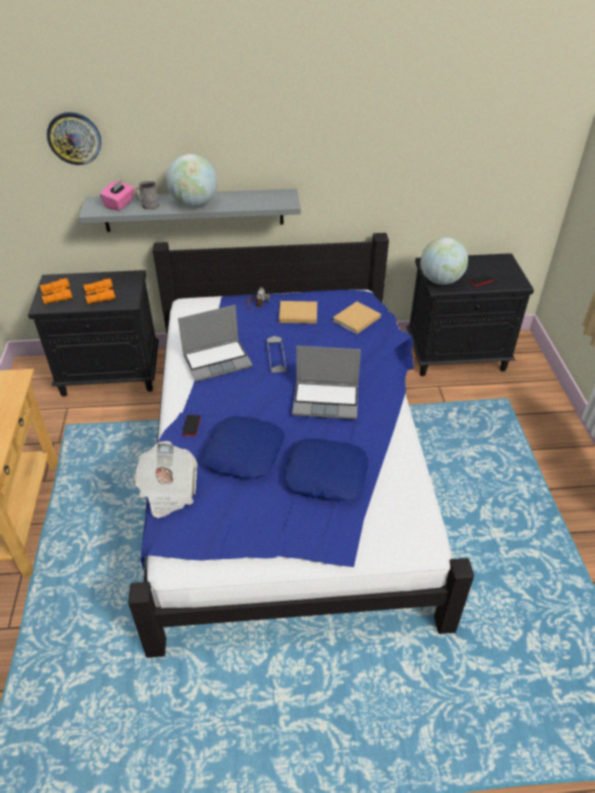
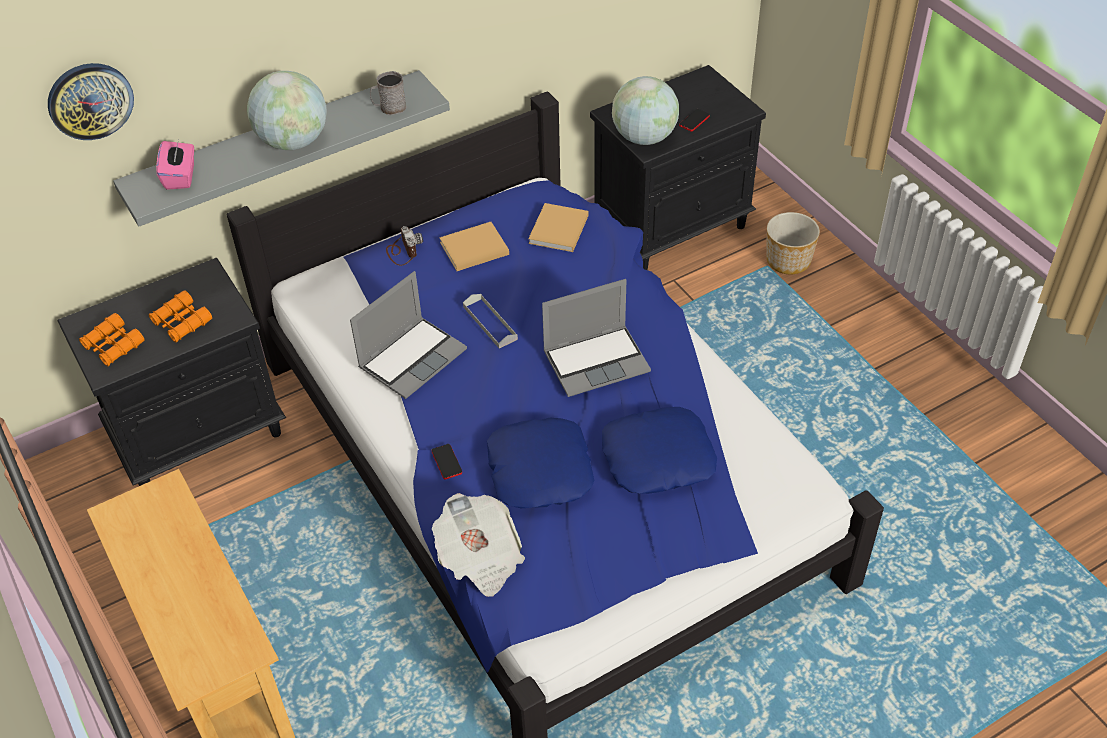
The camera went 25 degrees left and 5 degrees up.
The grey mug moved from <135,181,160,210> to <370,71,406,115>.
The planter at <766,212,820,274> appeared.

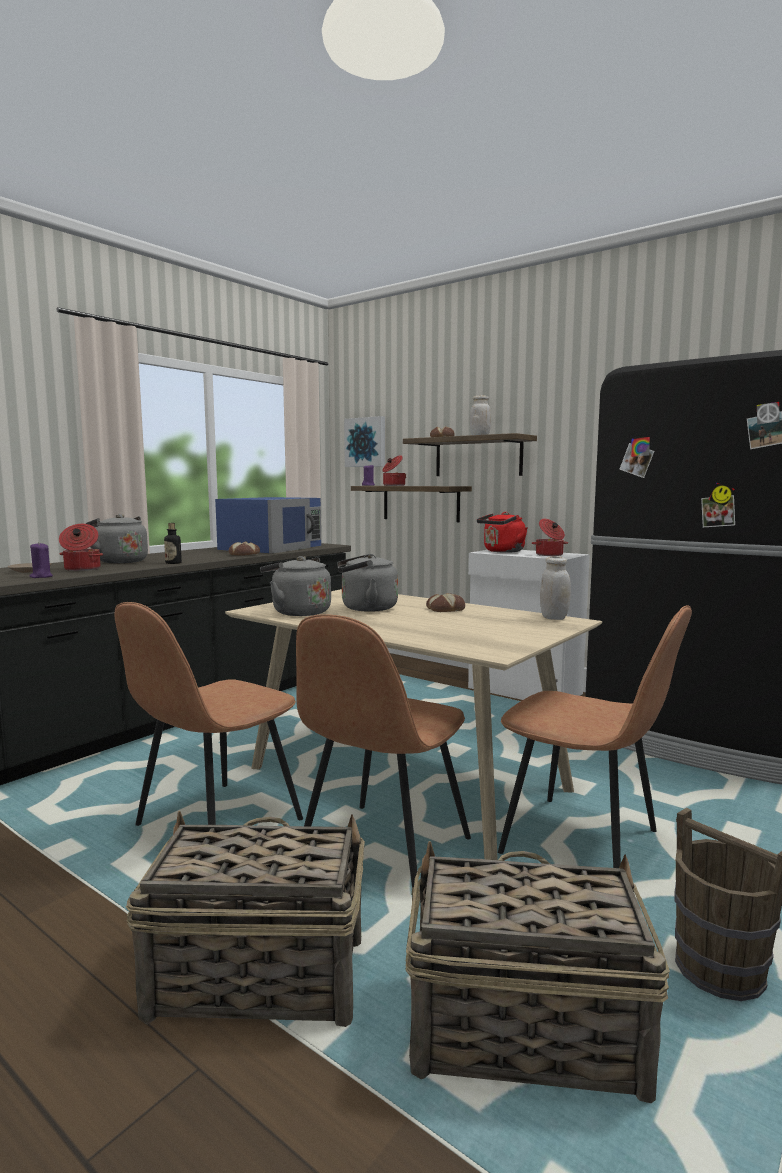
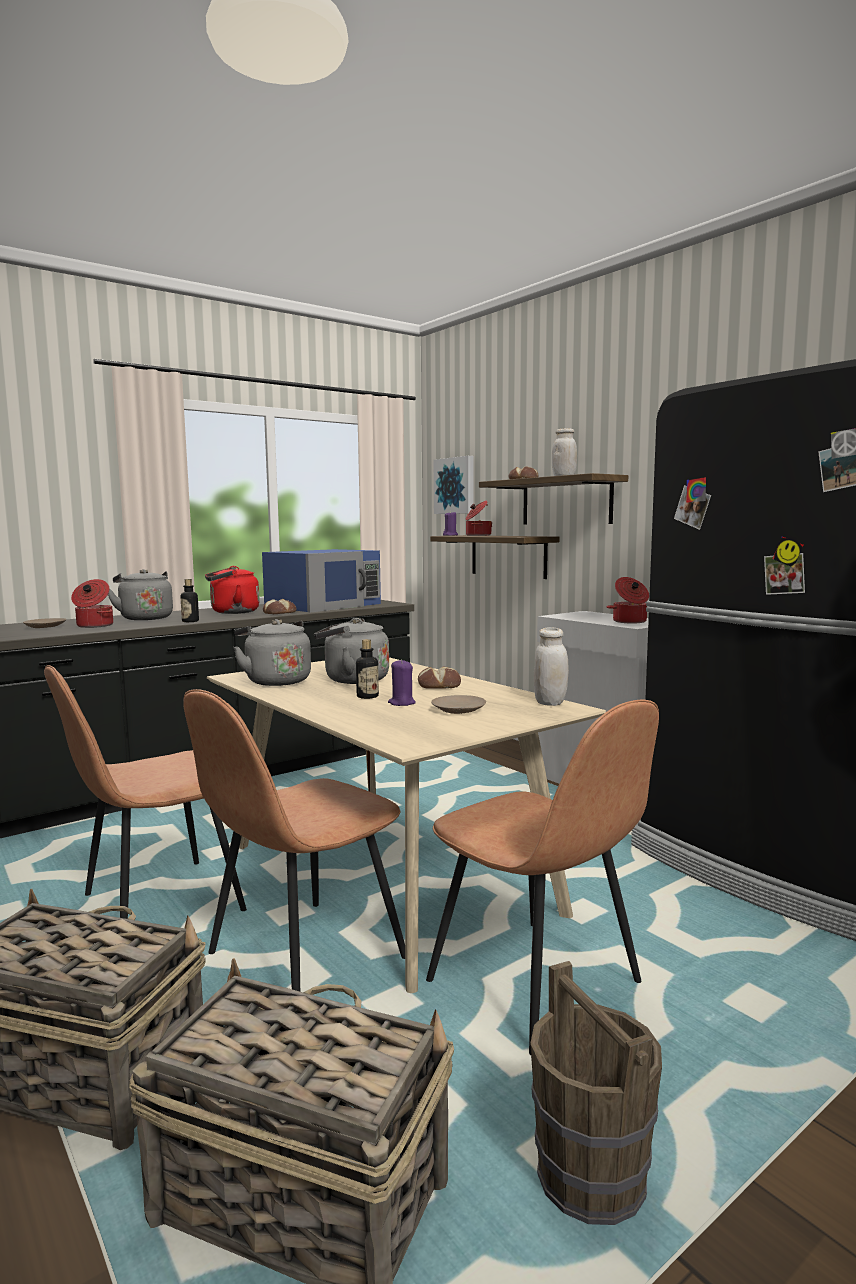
The camera went 15 degrees right and 0 degrees up.
The red kettle moved from <477,512,527,553> to <205,566,260,614>.
The bottle at <356,639,379,699> appeared.
The purple candle moved from <29,542,53,578> to <388,659,416,706>.
The beige plate at <431,695,486,714> appeared.

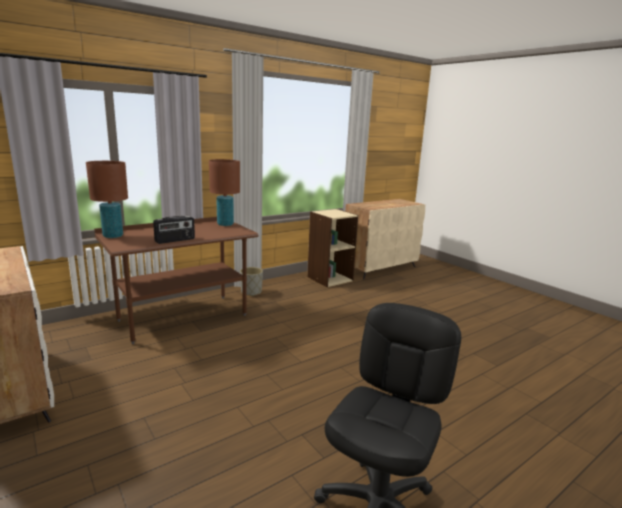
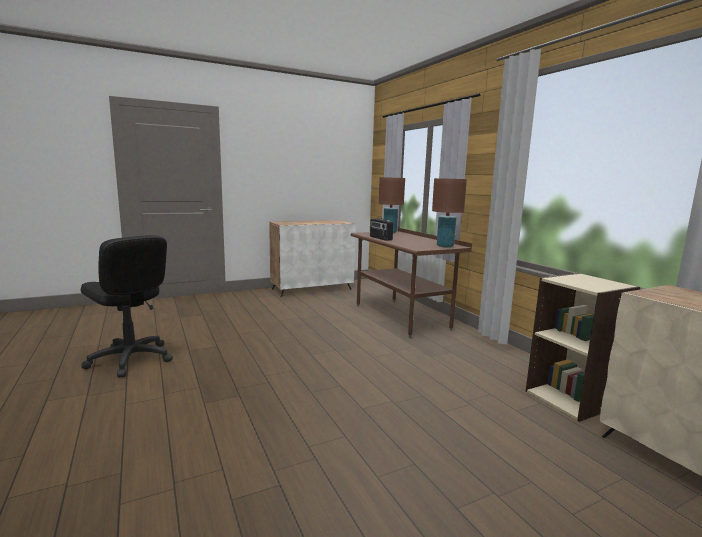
The camera went 100 degrees right and 5 degrees down.
The grey planter at <240,267,263,296> disappeared.

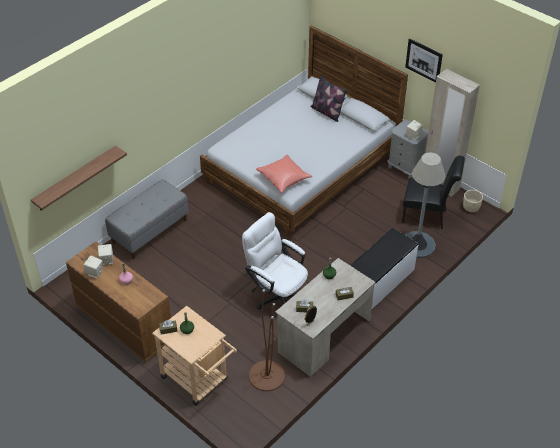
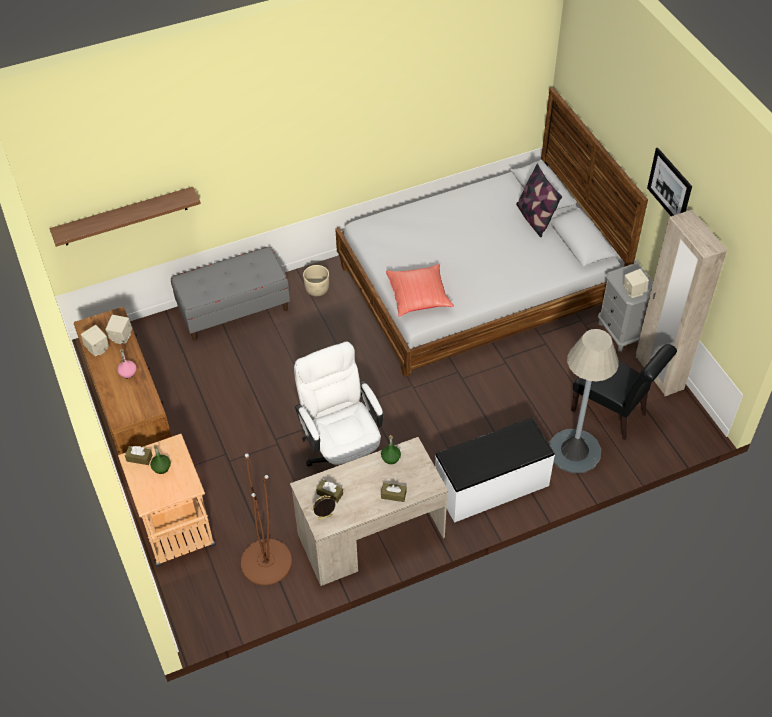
The camera went 25 degrees right and 5 degrees up.
The beige planter moved from <463,190,483,212> to <303,265,329,296>.

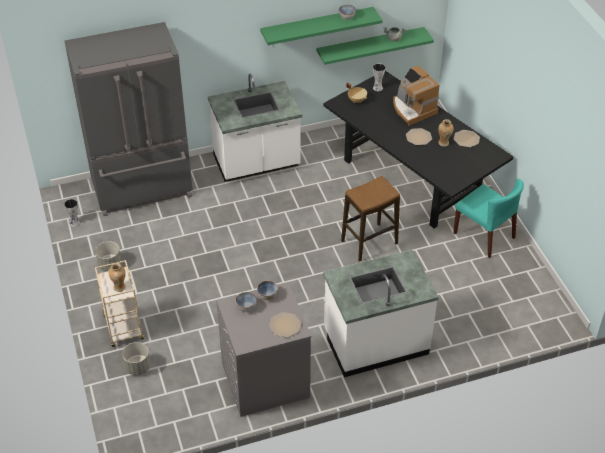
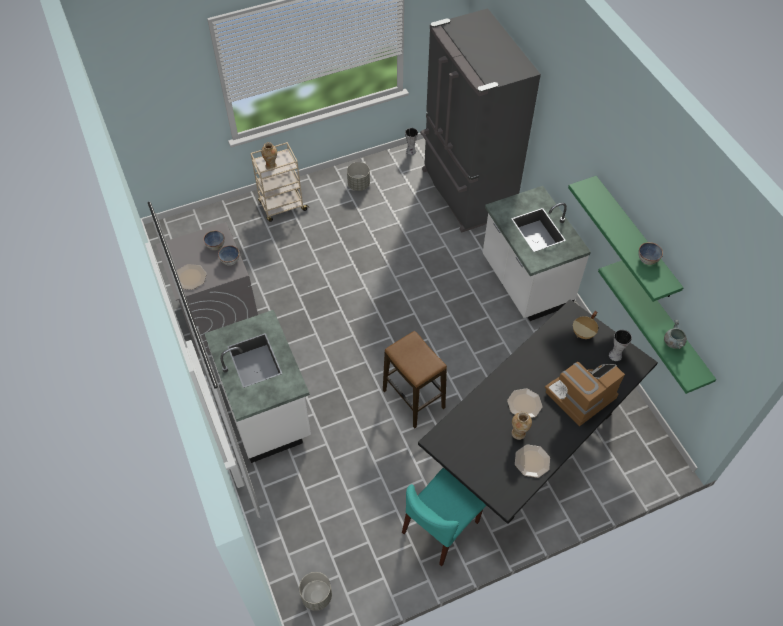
The camera went 85 degrees right and 10 degrees up.
The grey planter moved from <122,342,151,375> to <299,572,332,611>.

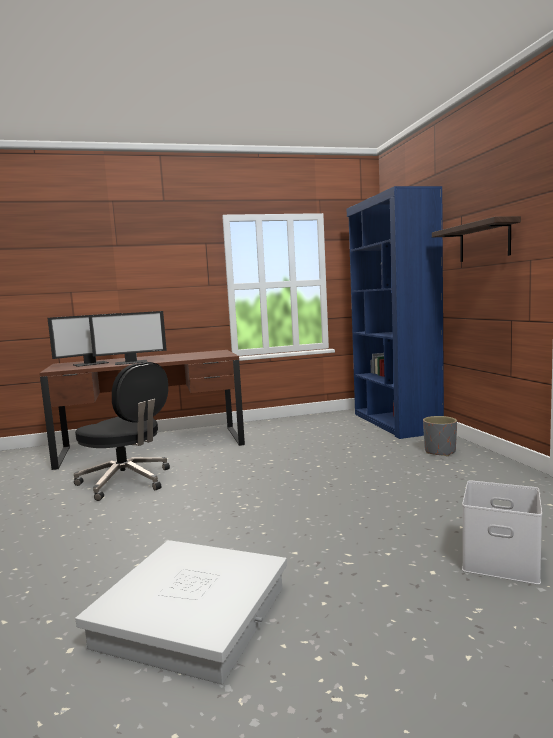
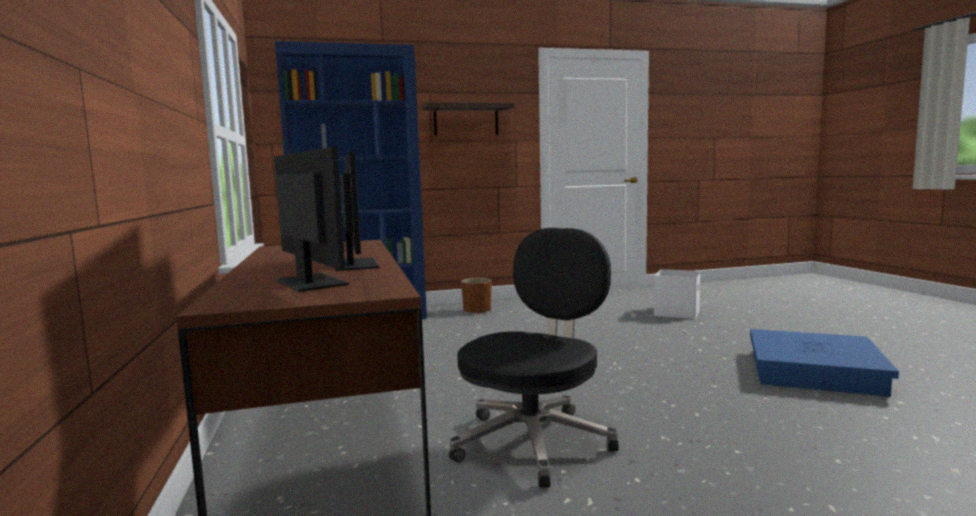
The camera went 90 degrees left and 0 degrees up.
The grey planter at <423,416,457,456> became the brown planter at <461,278,491,314>.
The white storage box at <75,540,287,684> became the blue storage box at <750,329,899,397>.

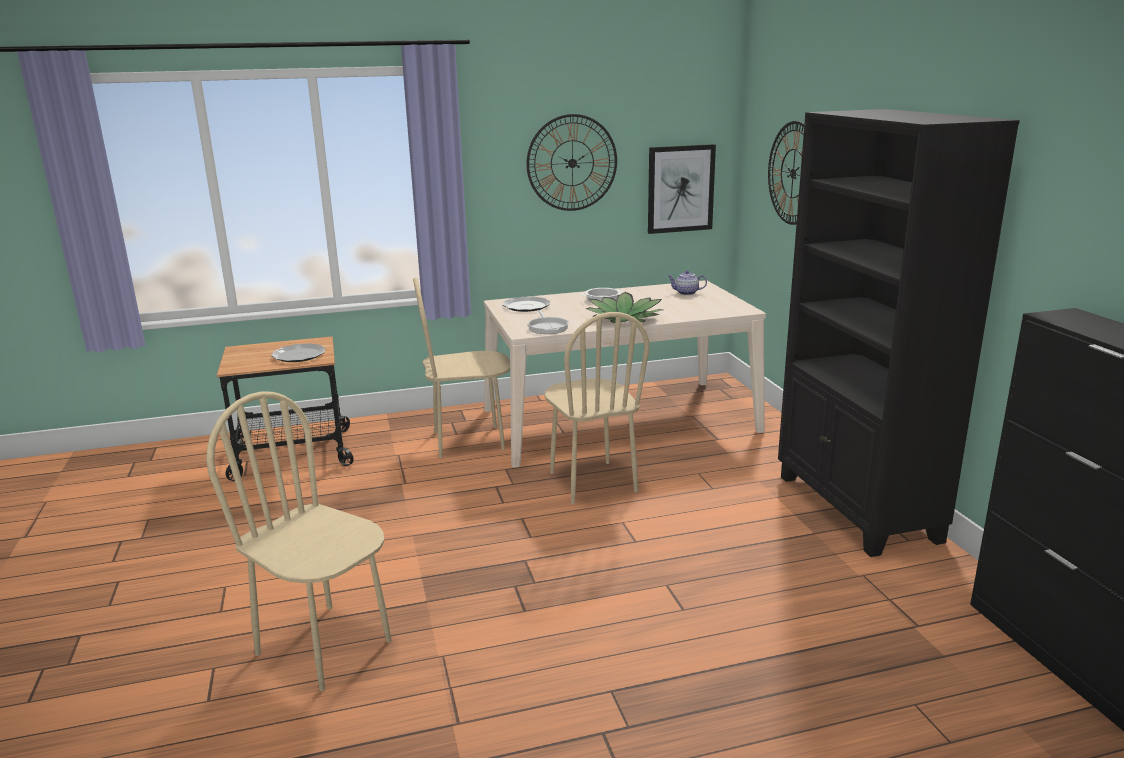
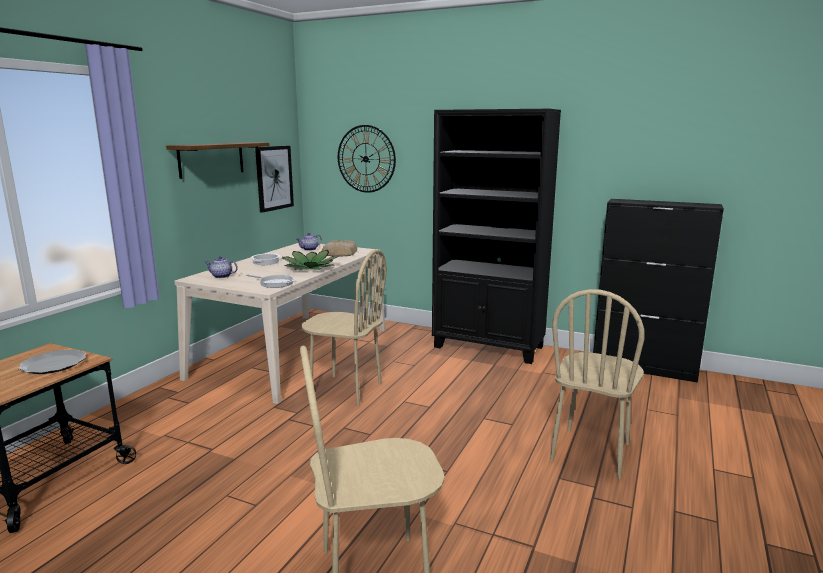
The camera went 50 degrees left and 5 degrees down.
The wall clock at <526,114,617,211> was replaced by the shelf at <166,142,269,179>.
The plate at <502,297,551,312> was replaced by the teapot at <204,256,238,278>.
The bread at <322,240,357,257> appeared.
The beige chair moved from <413,278,510,458> to <550,289,645,479>.

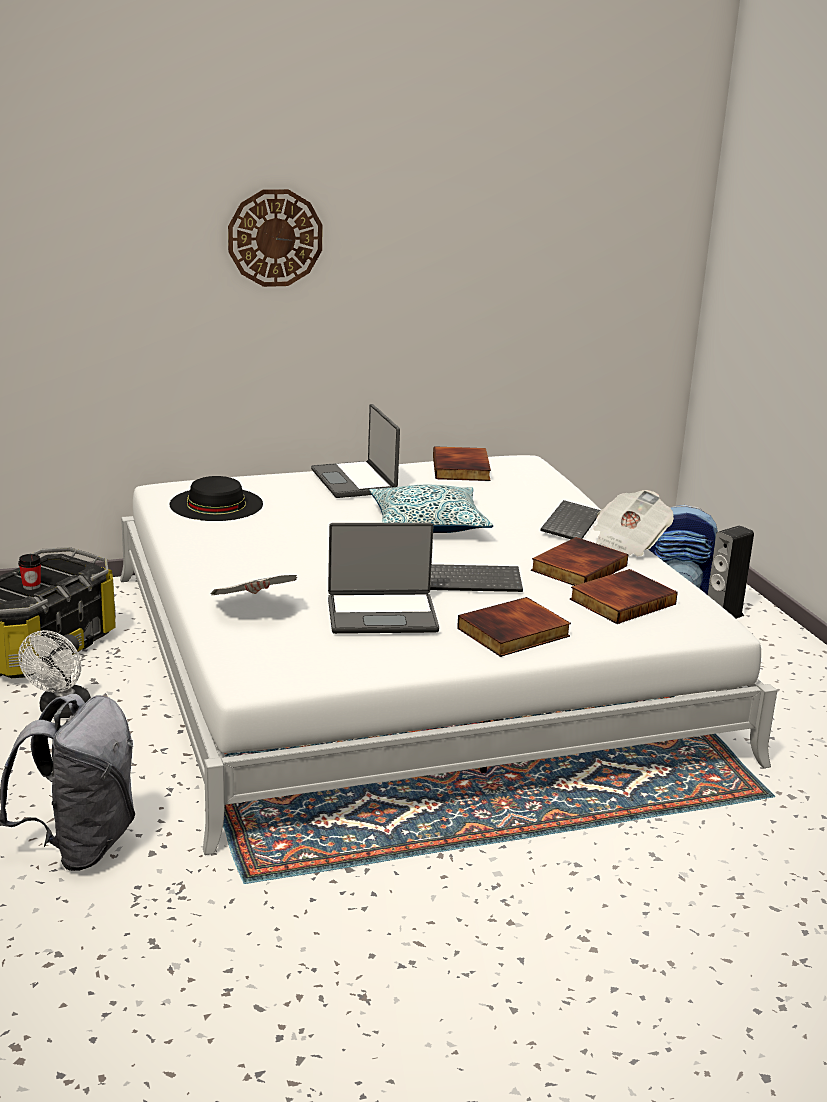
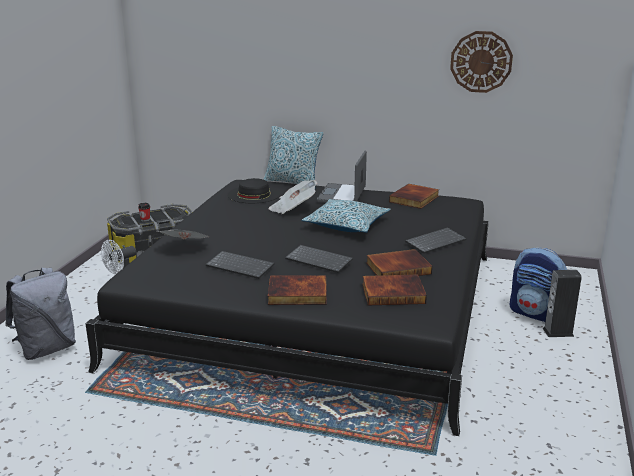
The camera went 35 degrees right and 0 degrees up.
The white bed at <120,455,777,855> became the black bed at <85,180,489,436>.
The laptop at <328,523,439,634> was replaced by the keyboard at <206,251,275,279>.
The pillow at <264,126,323,184> appeared.
The newspaper moved from <593,490,674,556> to <269,180,317,214>.
The wall clock moved from <228,189,323,287> to <450,31,513,93>.

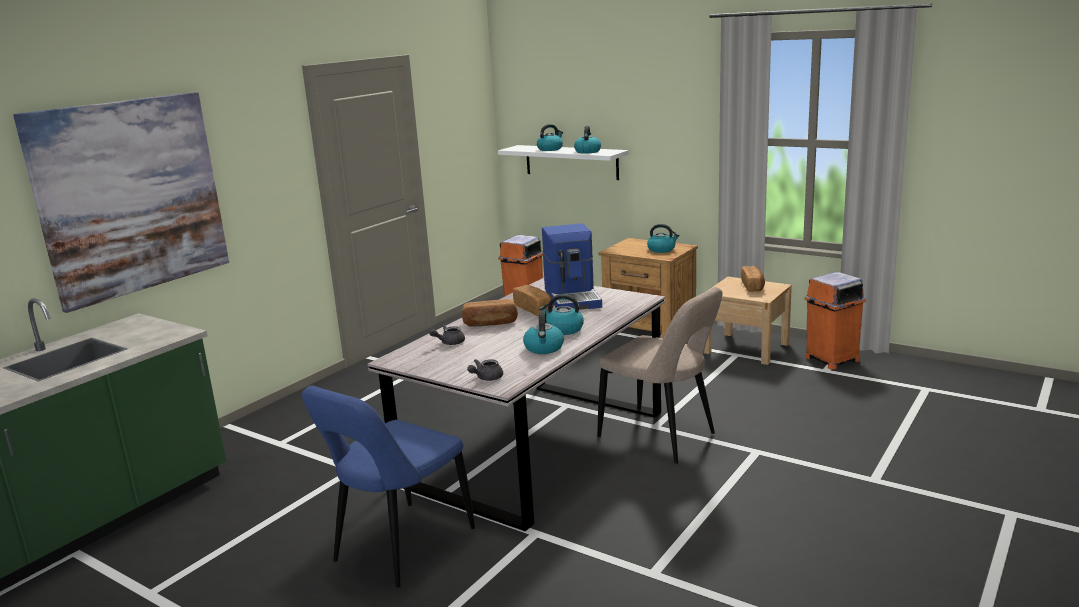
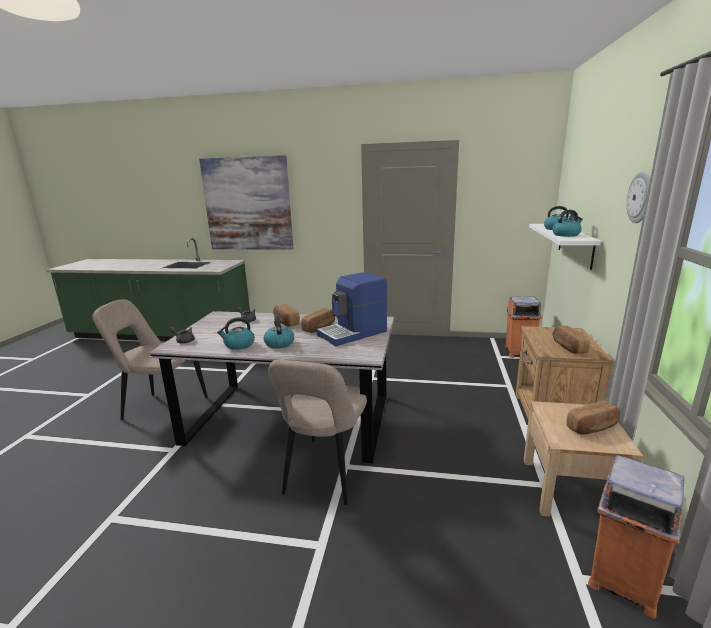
The camera went 65 degrees right and 0 degrees up.
The blue chair at <302,386,475,588> became the beige chair at <92,299,208,420>.
The kettle at <647,224,679,253> was replaced by the bread at <552,326,590,354>.
The wall clock at <626,172,650,223> appeared.

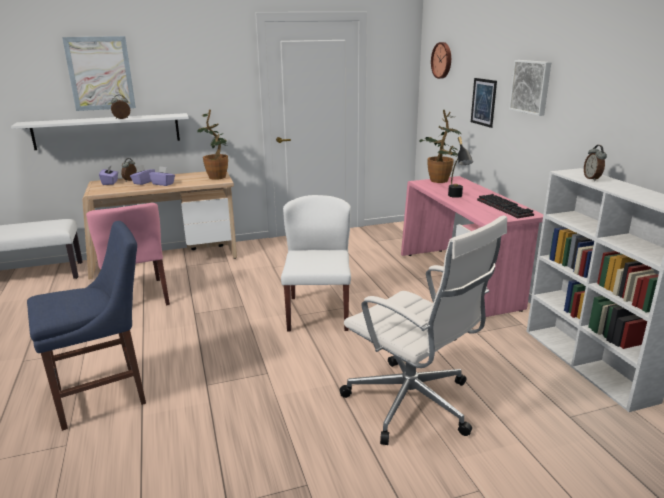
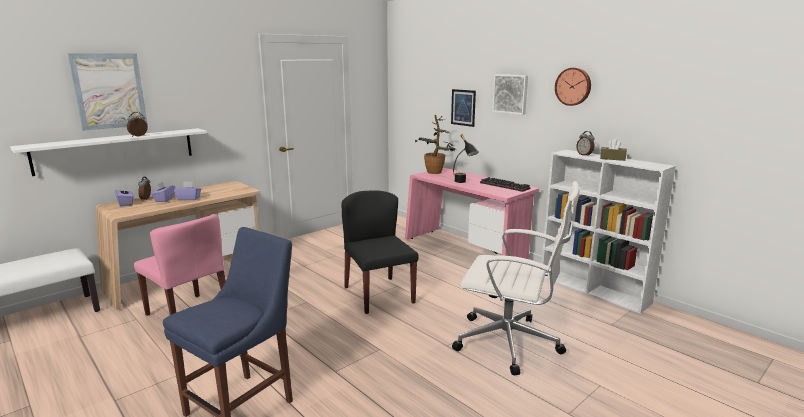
The camera went 25 degrees left and 5 degrees down.
The white chair at <281,195,351,332> became the black chair at <342,190,419,314>.
The wall clock moved from <431,42,451,79> to <555,68,591,106>.
The brown tissue box at <600,139,627,161> appeared.
The potted plant at <197,109,228,180> disappeared.

